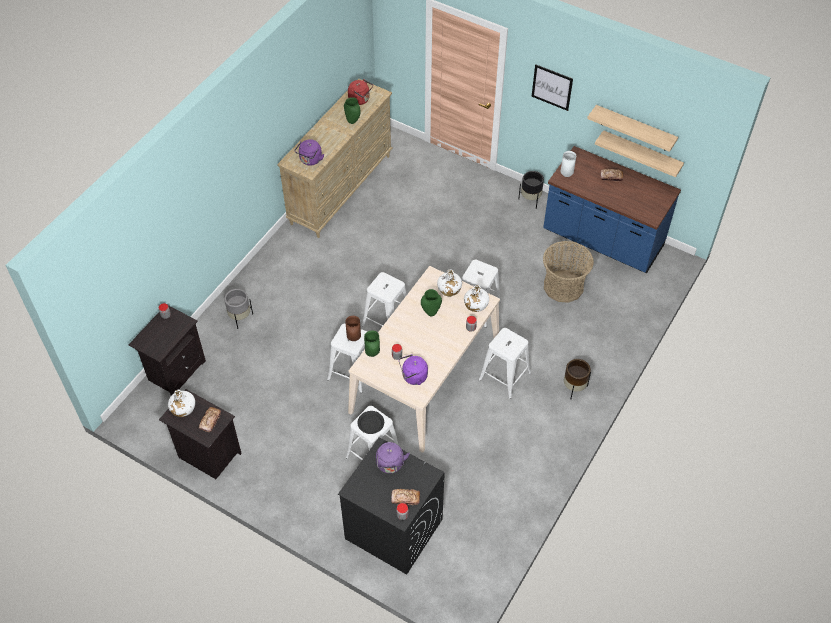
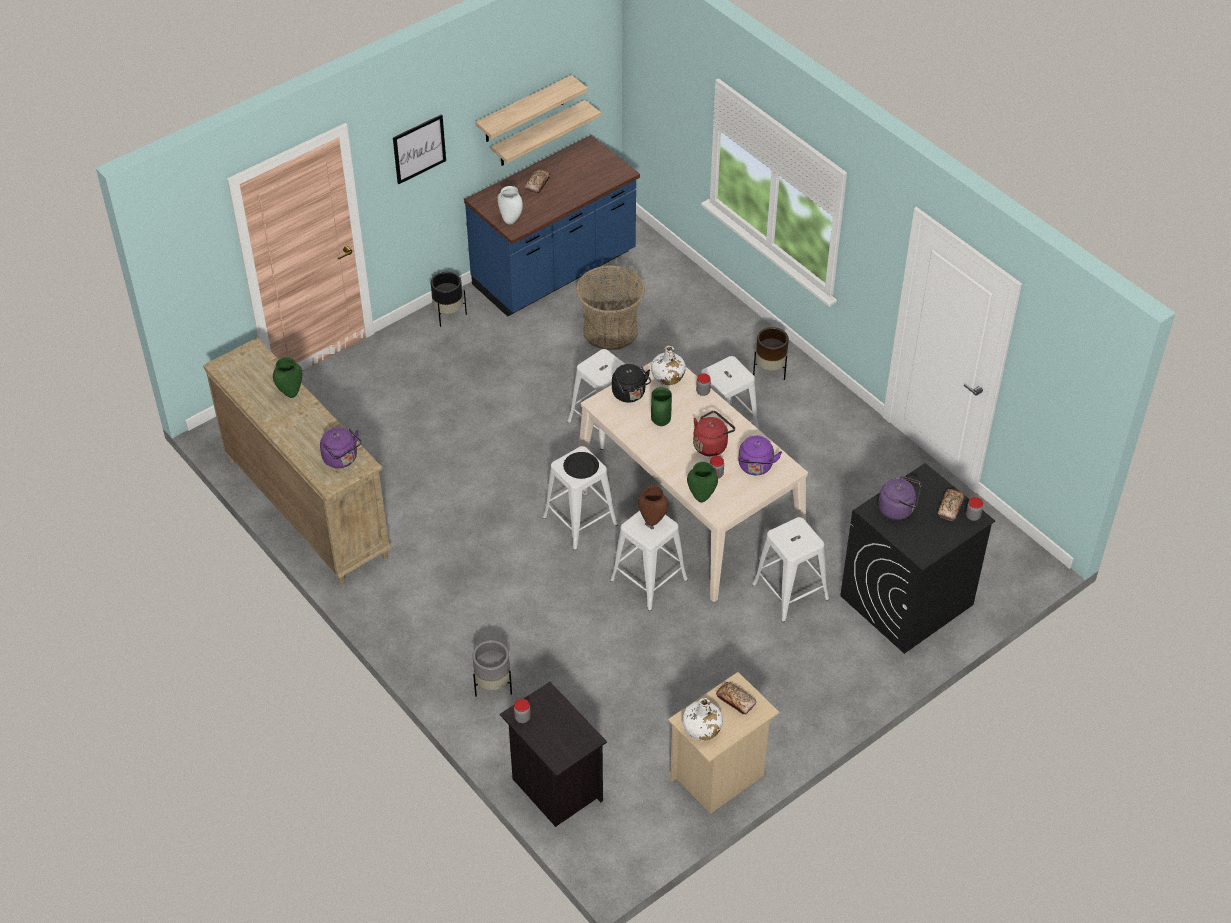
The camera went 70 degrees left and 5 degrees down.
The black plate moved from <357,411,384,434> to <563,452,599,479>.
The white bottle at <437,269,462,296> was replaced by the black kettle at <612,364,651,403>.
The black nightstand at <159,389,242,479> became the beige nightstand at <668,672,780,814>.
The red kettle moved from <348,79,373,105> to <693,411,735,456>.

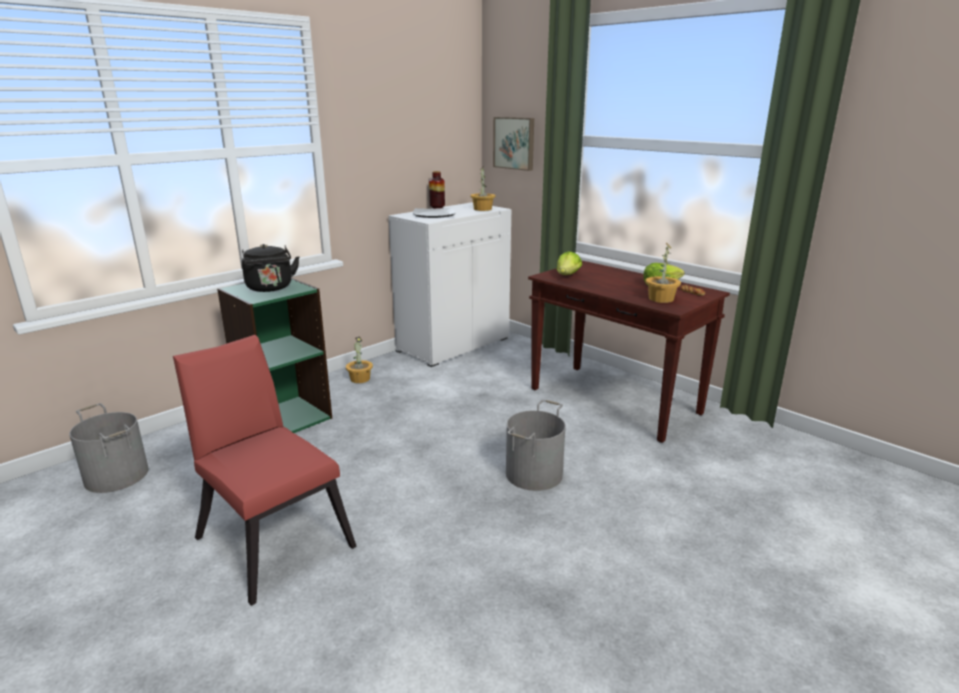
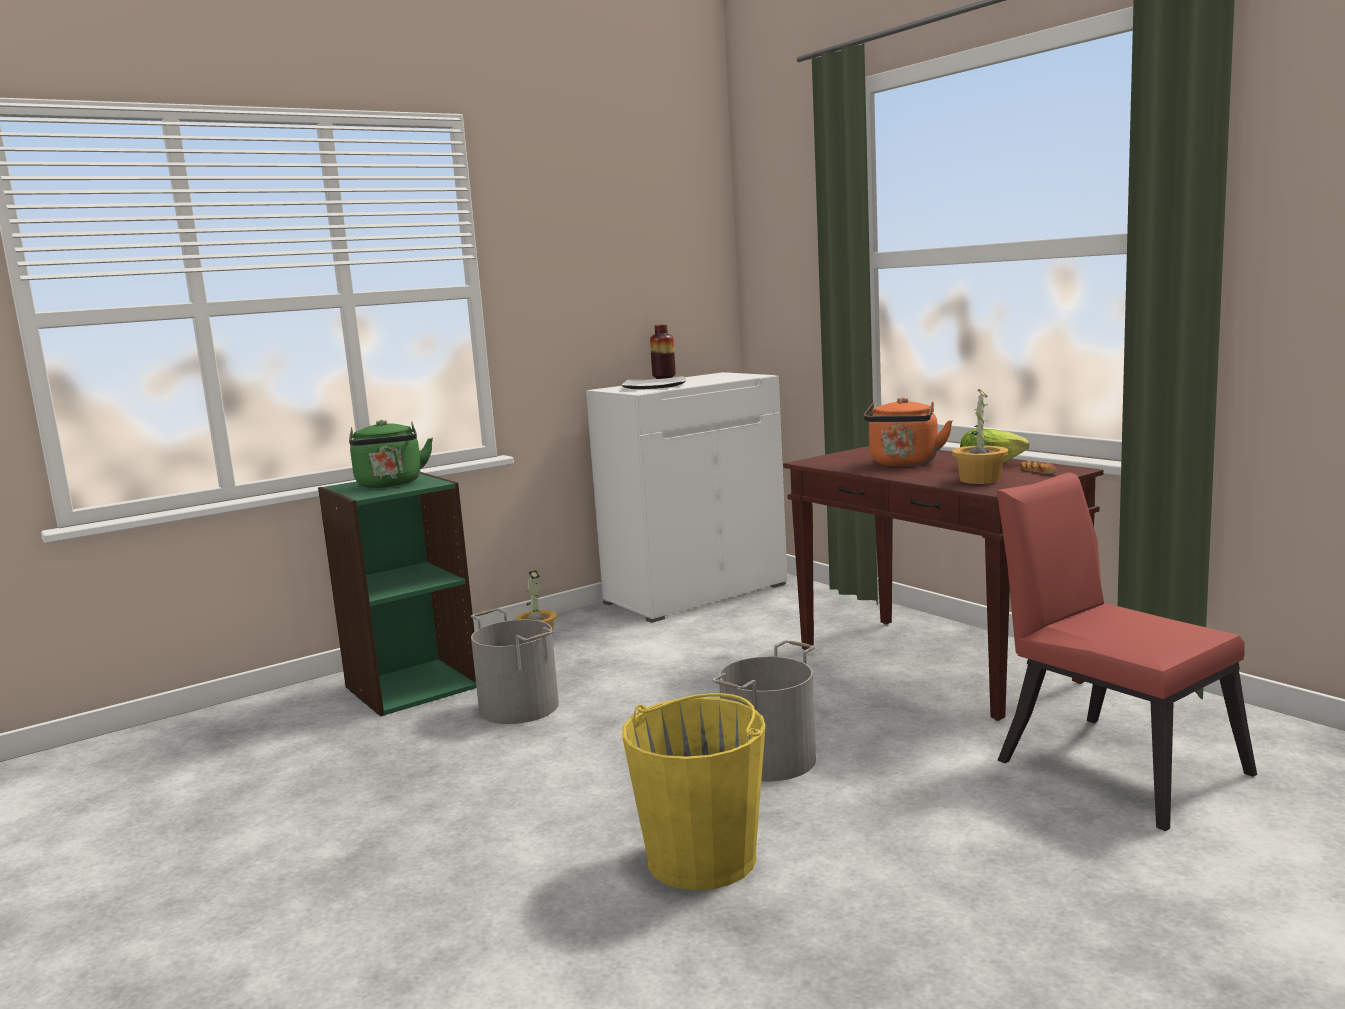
The camera went 10 degrees right and 10 degrees down.
The black kettle at <242,244,299,292> became the green kettle at <349,420,433,488>.
The grey bucket moved from <69,403,149,493> to <471,608,559,724>.
The yellow bucket at <622,693,766,890> appeared.
The orange kettle at <864,398,953,466> appeared.
The red chair moved from <173,335,357,606> to <997,472,1257,831>.
The potted plant at <470,166,495,211> disappeared.
The picture at <493,117,534,171> disappeared.
The lettuce at <557,251,582,275> disappeared.

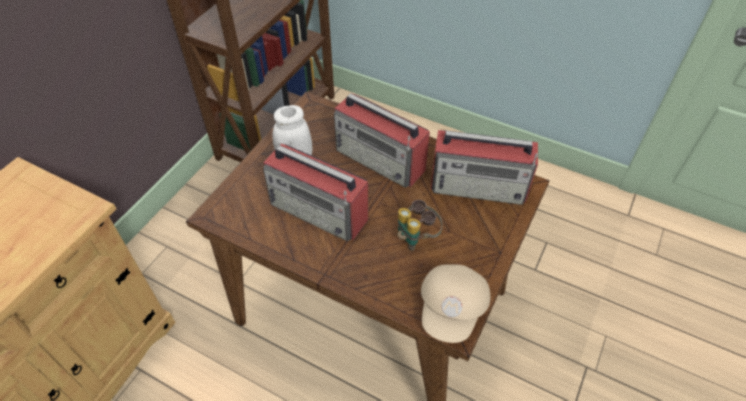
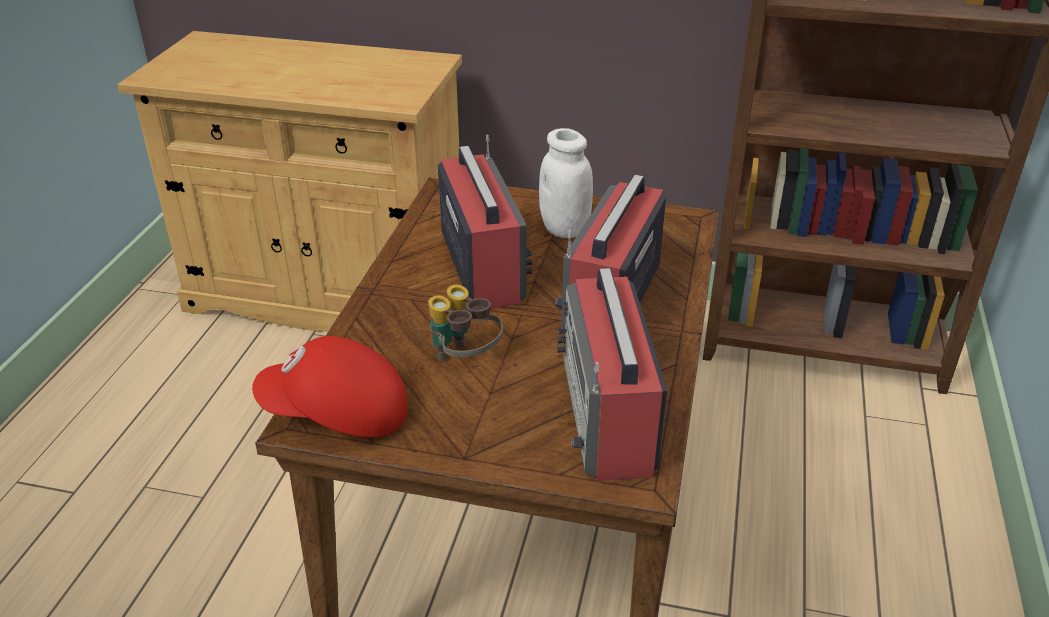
The camera went 75 degrees right and 15 degrees down.
The beige cap at <421,264,490,343> became the red cap at <252,336,408,437>.
The radio at <263,143,368,241> turned 150 degrees clockwise.

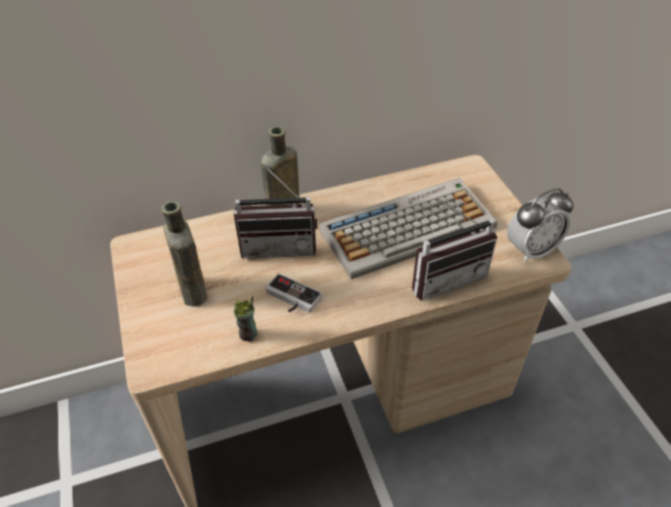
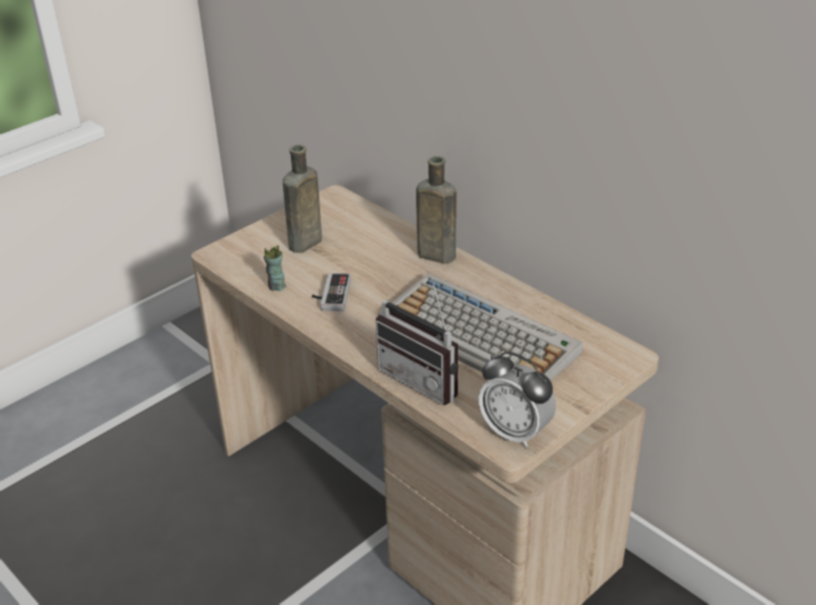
The camera went 65 degrees right and 10 degrees down.
The radio at <233,164,317,259> disappeared.

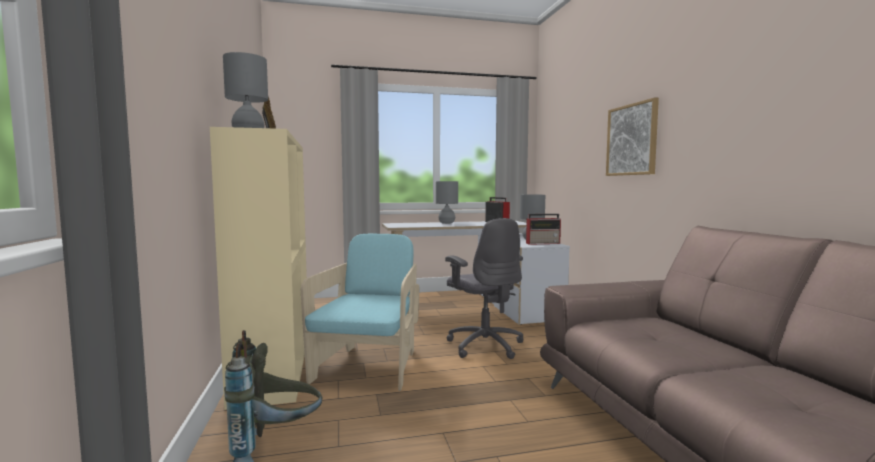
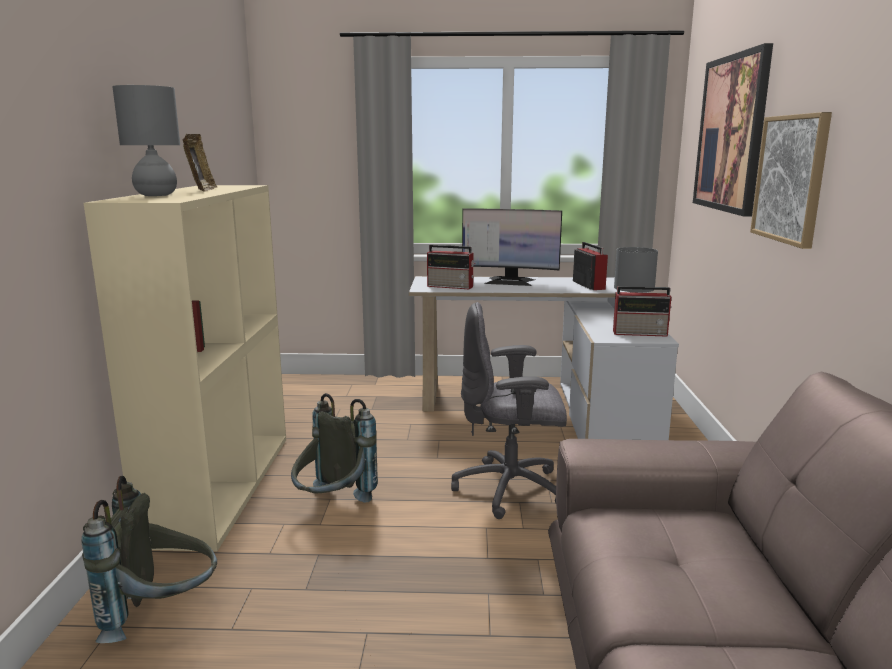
The camera went 15 degrees right and 10 degrees up.
The turquoise armchair at <301,234,420,391> was replaced by the grey backpack at <291,393,378,503>.
The radio at <427,245,475,290> appeared.
The grey office chair at <445,218,523,359> turned 105 degrees clockwise.
The grey table lamp at <436,181,458,224> was replaced by the monitor at <462,208,562,286>.
The picture at <693,43,773,217> appeared.

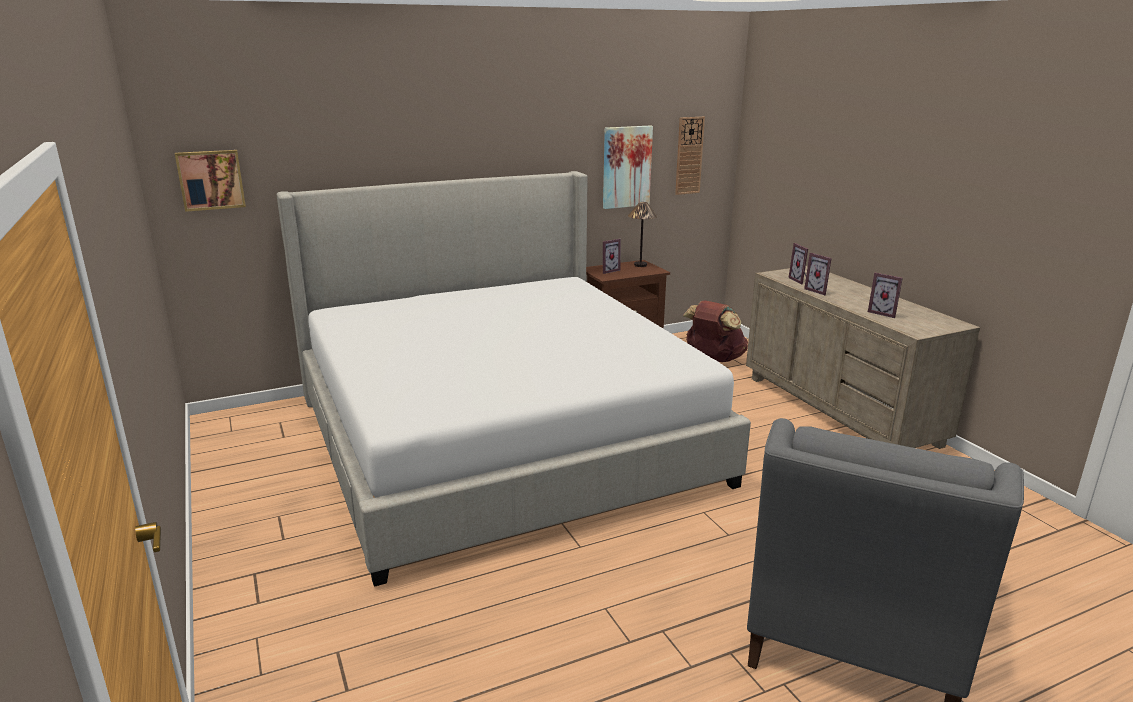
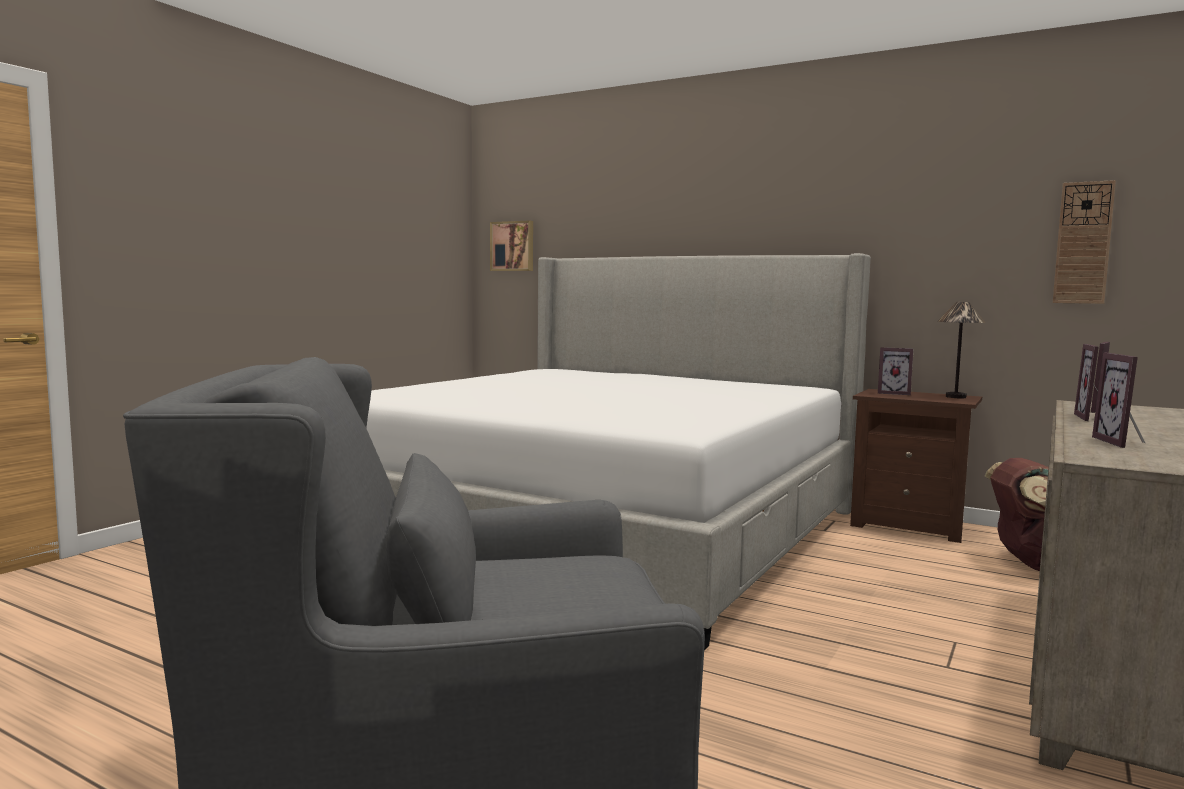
The camera went 55 degrees right and 15 degrees down.
The picture at <603,125,653,209> disappeared.

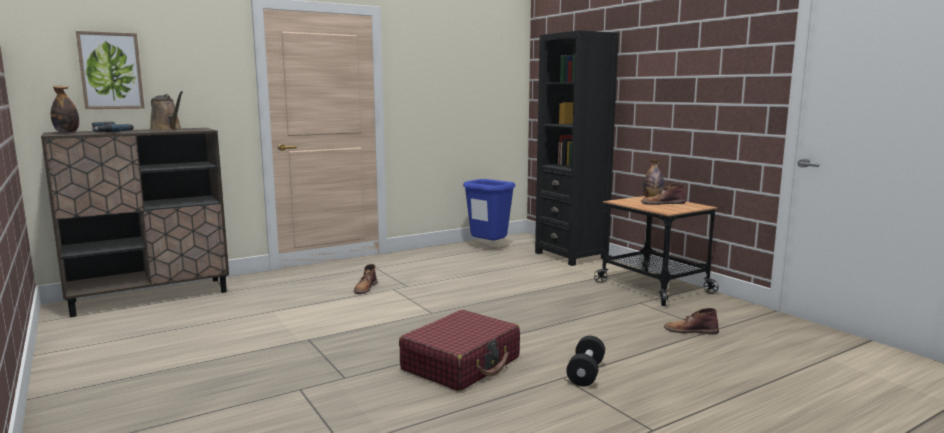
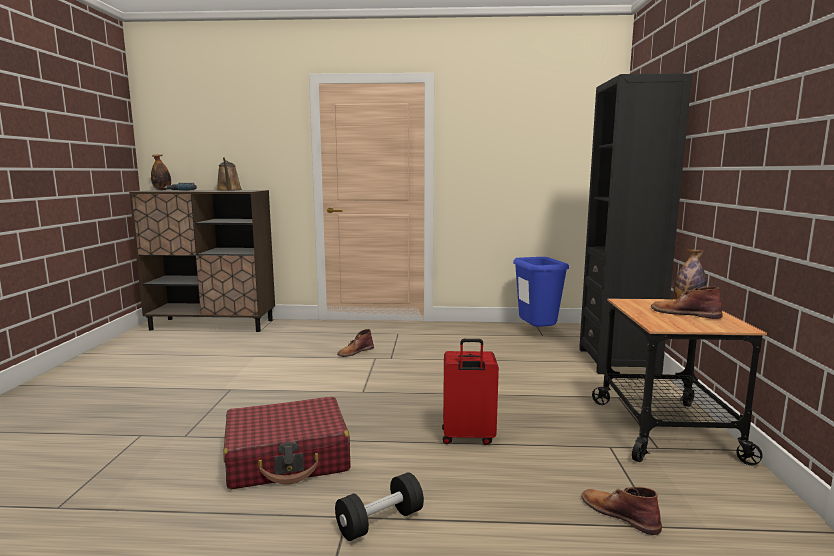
The camera went 35 degrees right and 0 degrees up.
The red suitcase at <442,339,499,445> appeared.
The picture at <76,31,144,109> disappeared.

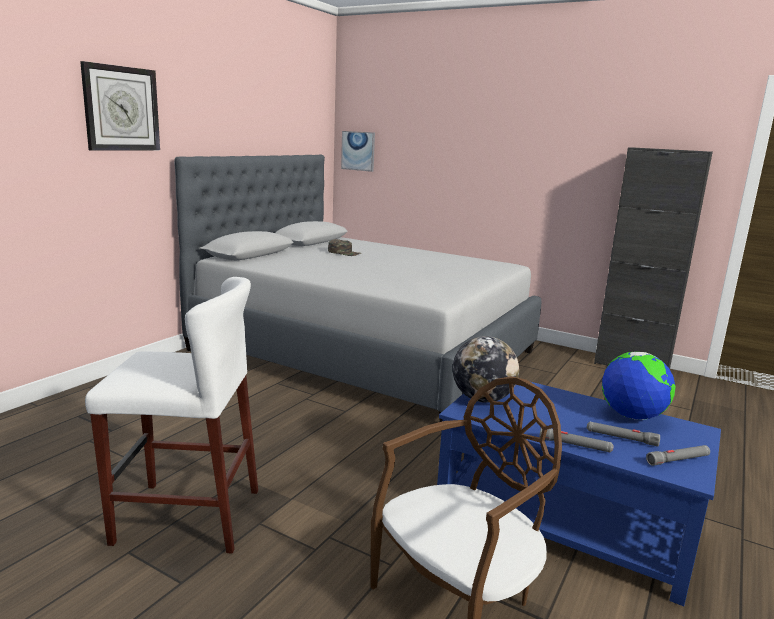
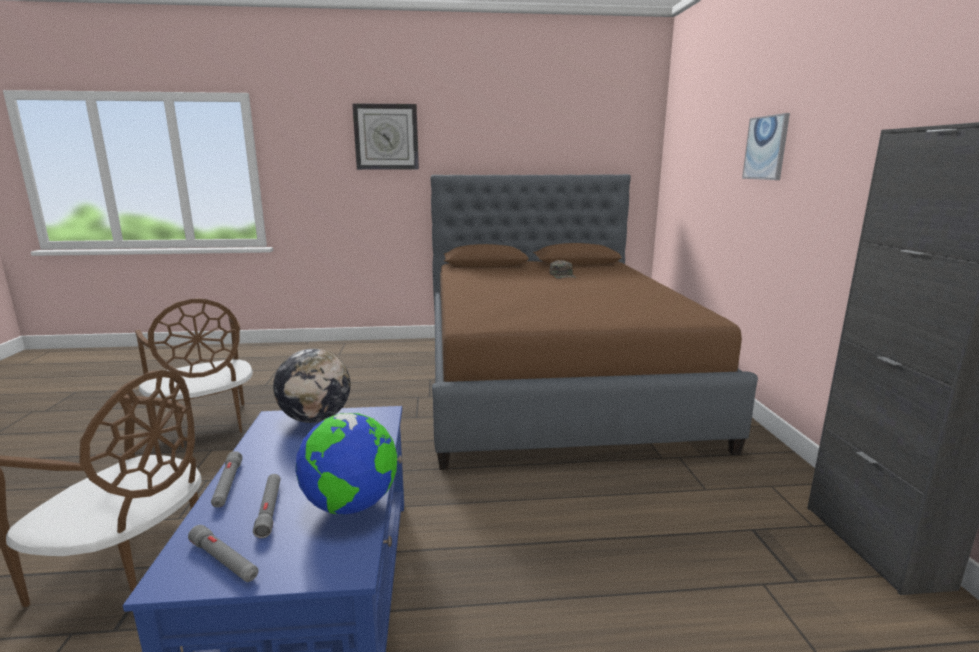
The camera went 55 degrees right and 0 degrees up.
The white stool at <85,277,258,554> was replaced by the brown chair at <135,298,253,448>.
The grey bed at <174,155,541,422> became the brown bed at <430,174,758,470>.
The picture moved from <341,131,375,172> to <742,113,790,180>.

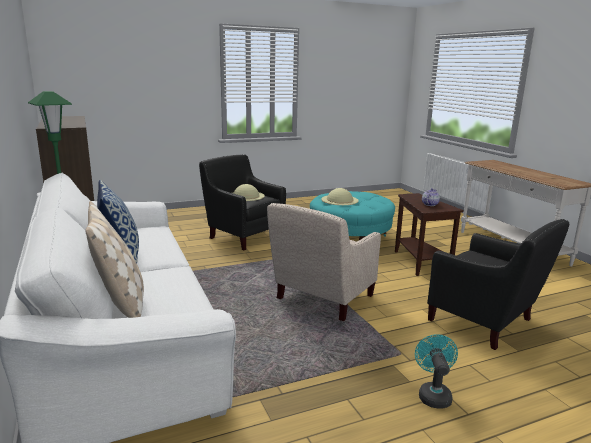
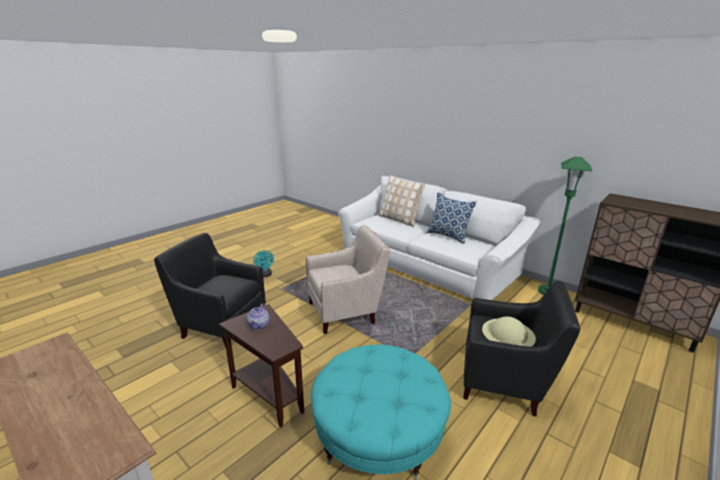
The camera went 155 degrees right and 5 degrees up.
The beige armchair at <267,203,381,321> turned 60 degrees clockwise.
The beige hat at <321,188,359,205> disappeared.

